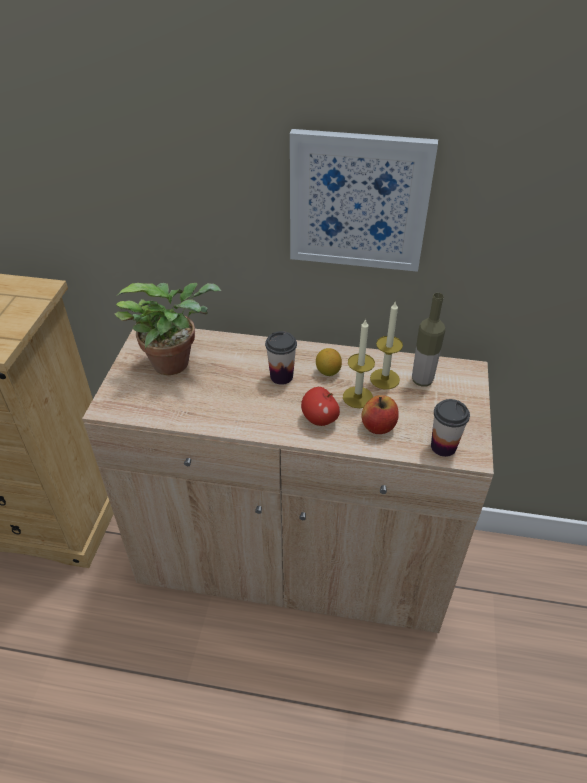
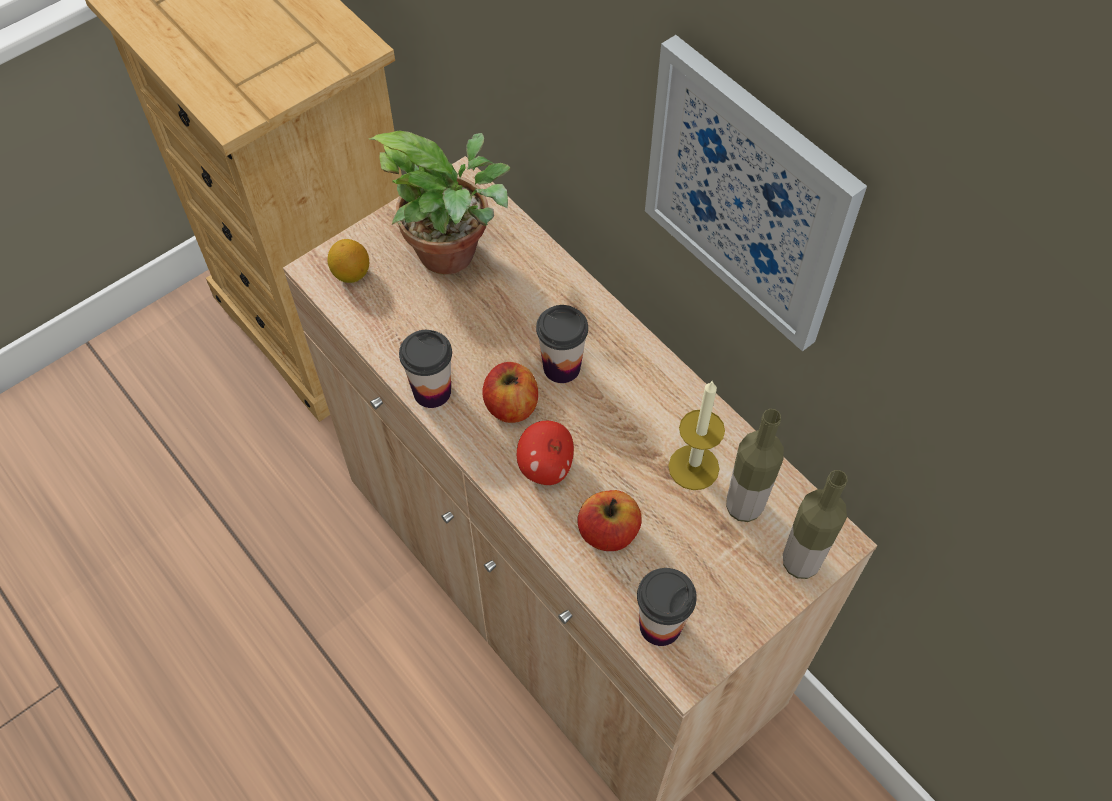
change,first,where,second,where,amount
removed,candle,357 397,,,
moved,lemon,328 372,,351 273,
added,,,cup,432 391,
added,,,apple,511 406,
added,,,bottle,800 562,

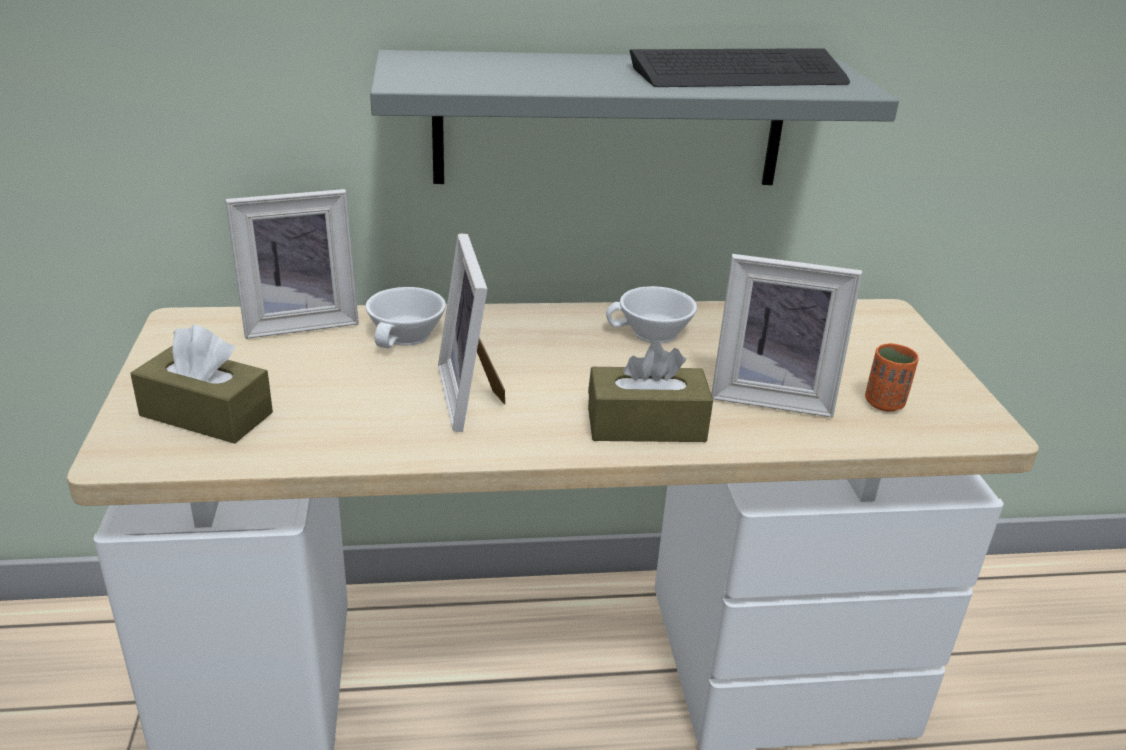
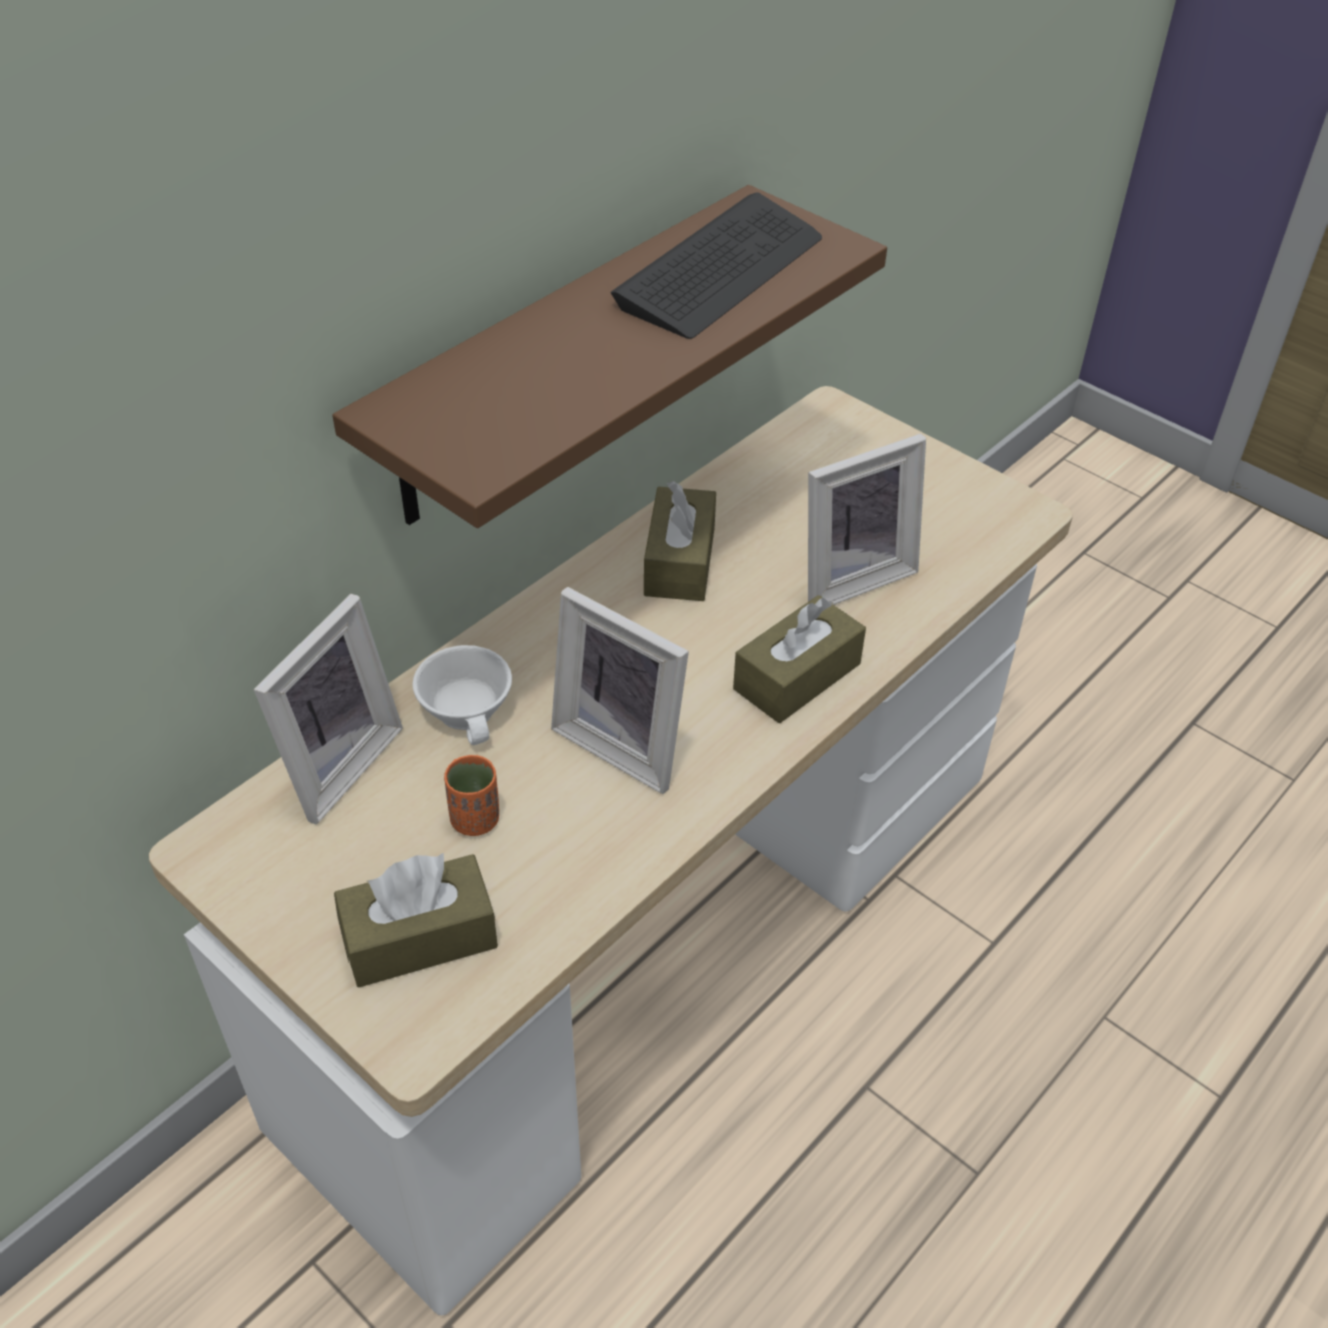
change,first,where,second,where,amount
recoloured,grey shelf,610 120,brown shelf,564 357,
replaced,white cup,652 334,brown tissue box,680 561,
moved,orange cup,884 403,,475 820,

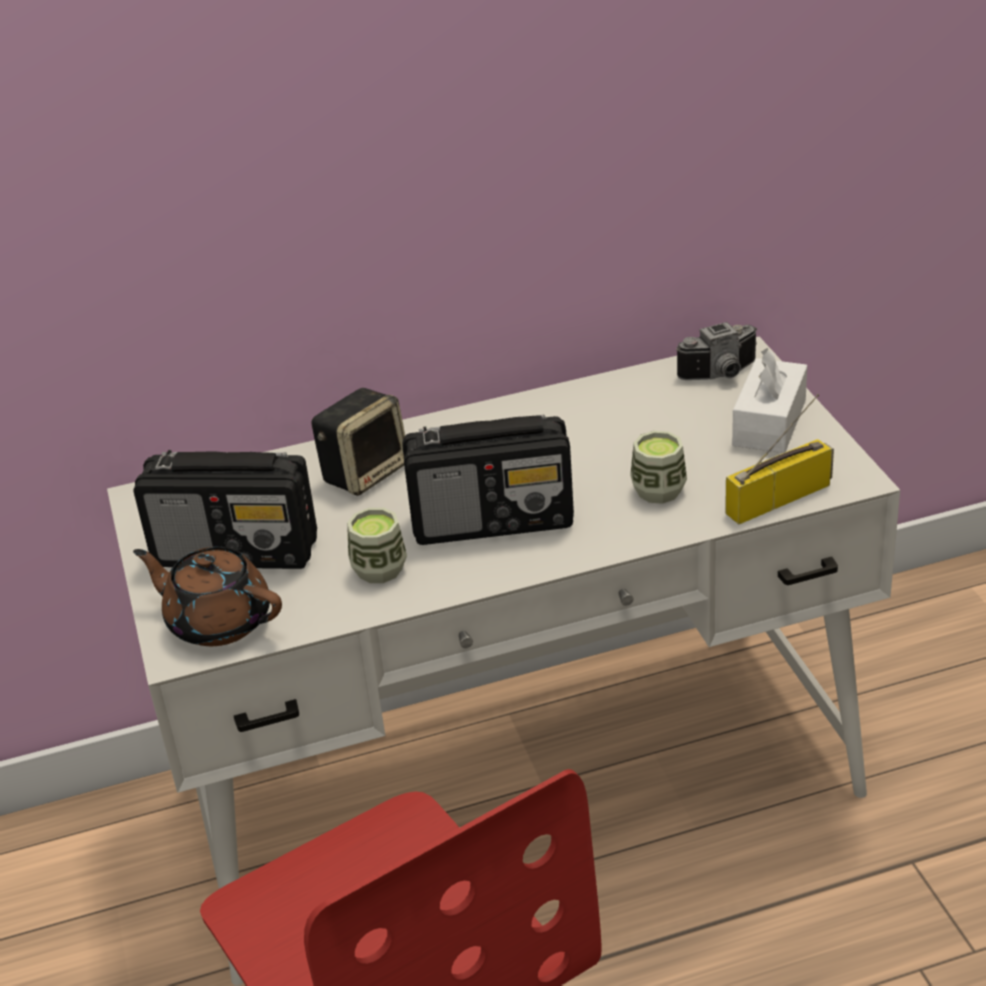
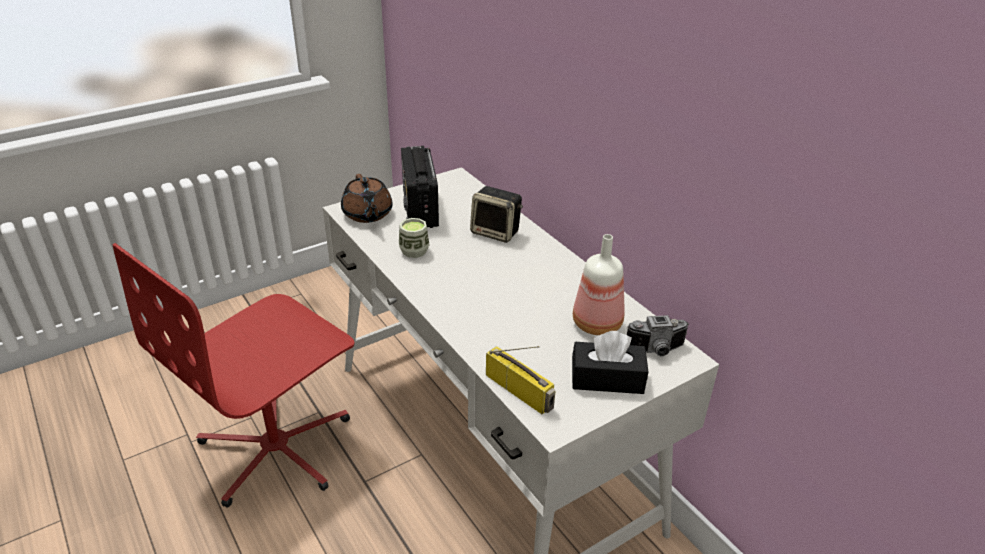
change,first,where,second,where,amount
turned,photo camera,722 375,,656 351,60 degrees counterclockwise
recoloured,white tissue box,769 423,black tissue box,607 379,
removed,radio,494 521,,,
removed,cup,658 491,,,
turned,brown teapot,218 621,,367 214,150 degrees clockwise
added,,,bottle,598 323,

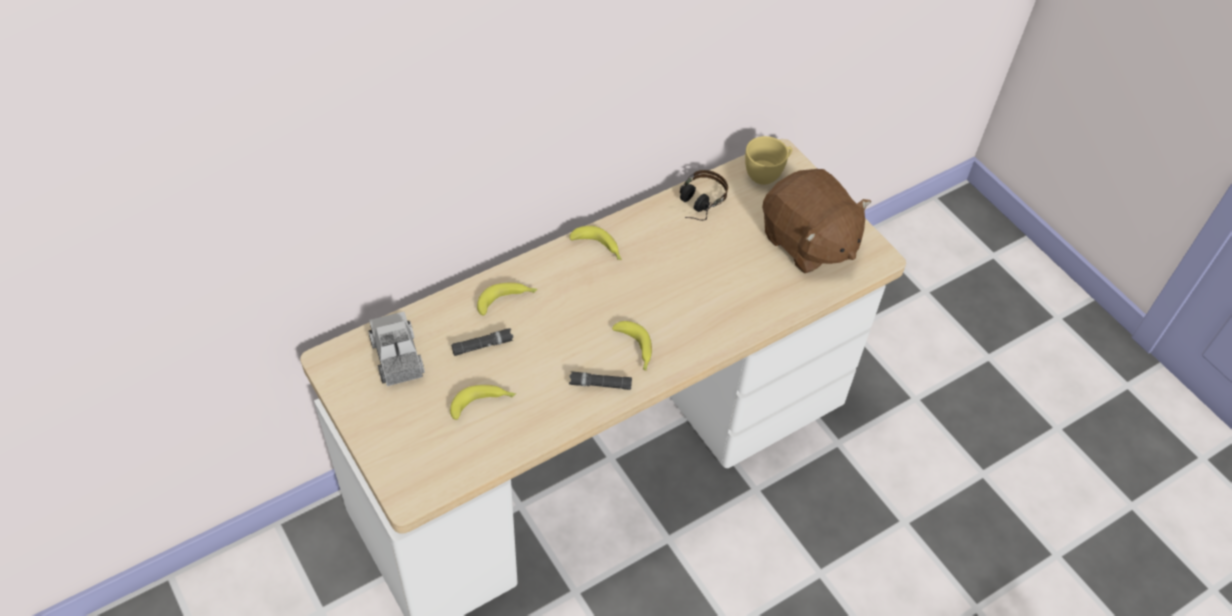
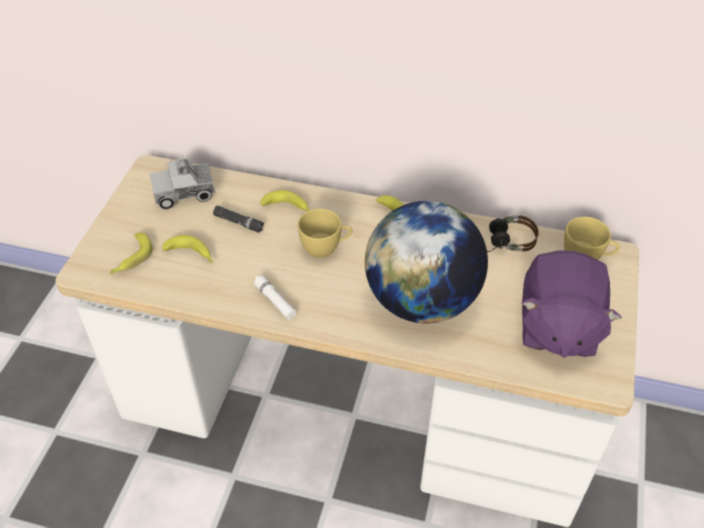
change,first,where,second,where,amount
recoloured,brown plush toy,807 242,purple plush toy,557 327,
turned,toy truck,397 358,,184 193,135 degrees counterclockwise
moved,banana,635 350,,131 259,
recoloured,black flashlight,600 384,white flashlight,275 301,
added,,,globe,421 301,
added,,,yellow cup,325 248,

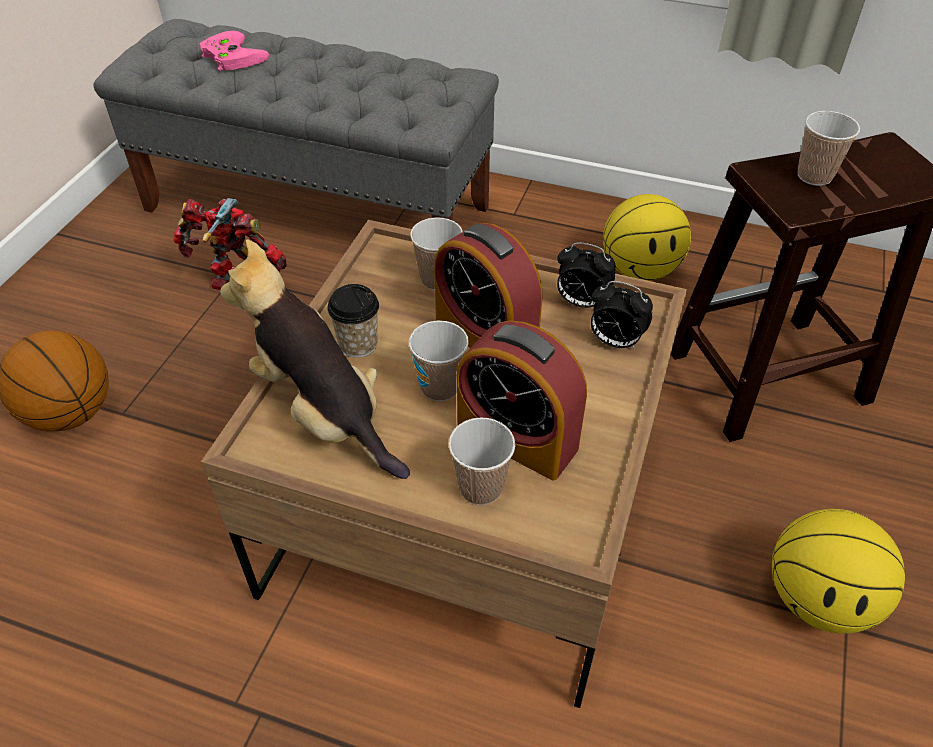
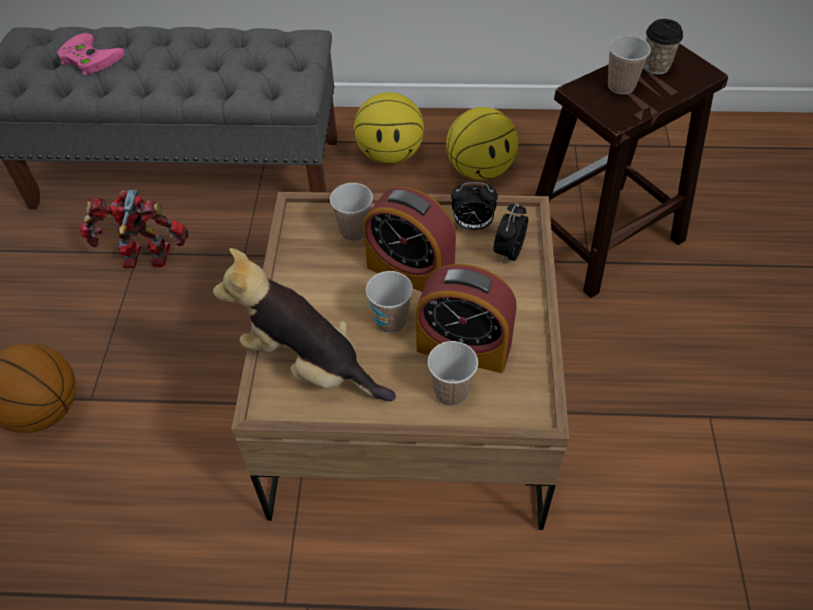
change,first,where,second,where,amount
turned,alarm clock,614 342,,508 252,105 degrees clockwise
moved,cup,358 344,,656 66,
moved,basketball,819 600,,390 155,

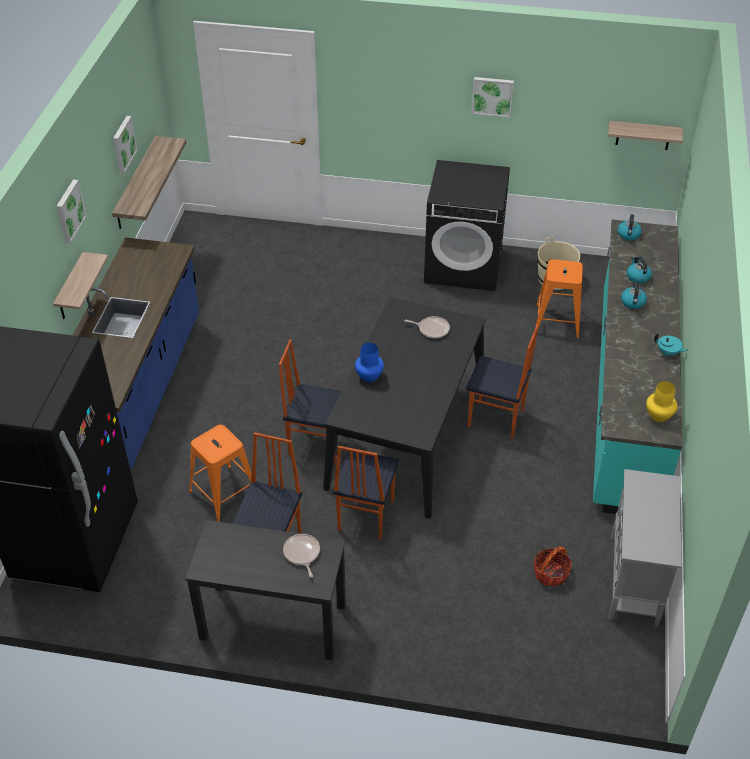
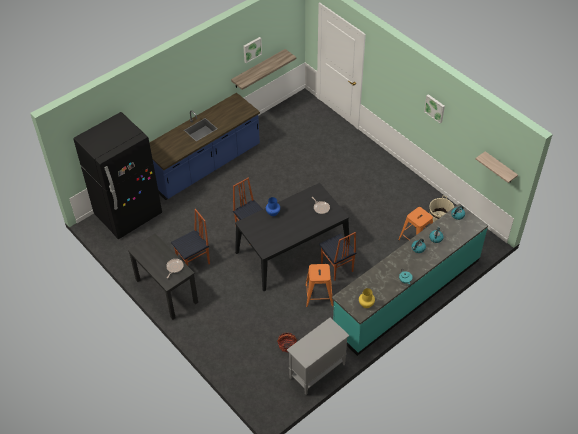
change,first,where,second,where,amount
removed,black washing machine,464 265,,,
removed,picture,69 211,,,
removed,shelf,70 288,,,
moved,orange stool,224 494,,319 295,
removed,chair,365 516,,,

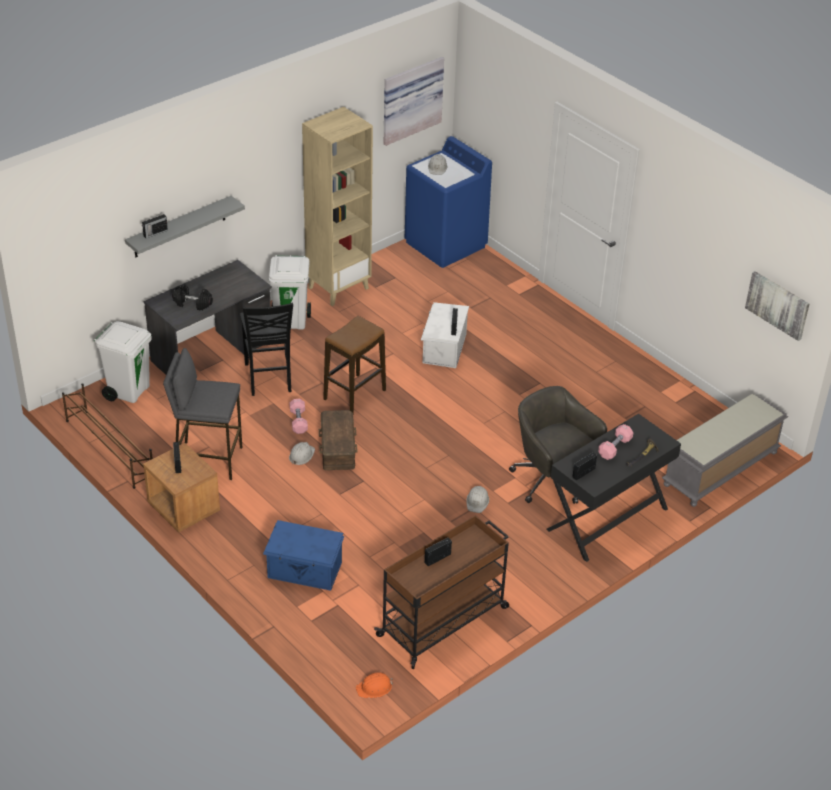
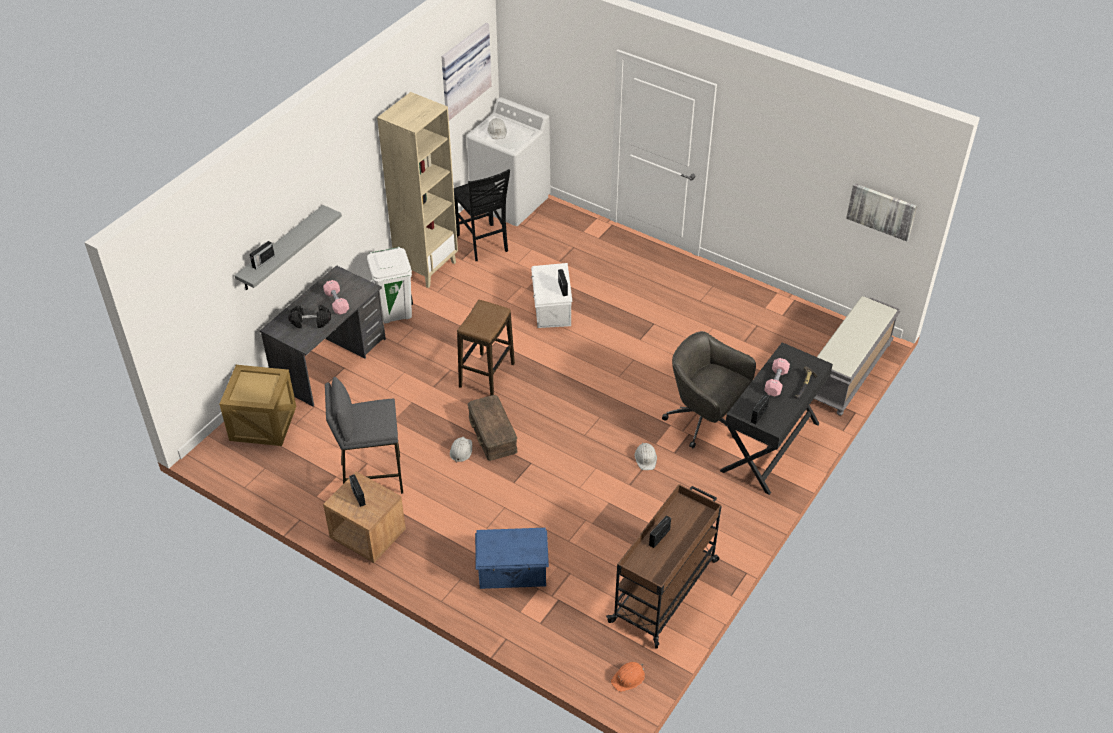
change,first,where,second,where,amount
recoloured,blue washing machine,445 245,white washing machine,510 202,
moved,black chair,268 378,,483 243,
replaced,white trash can,129 391,crate,263 422,
removed,brown shoe rack,109 448,,,
moved,pink dumbbell,298 421,,337 302,

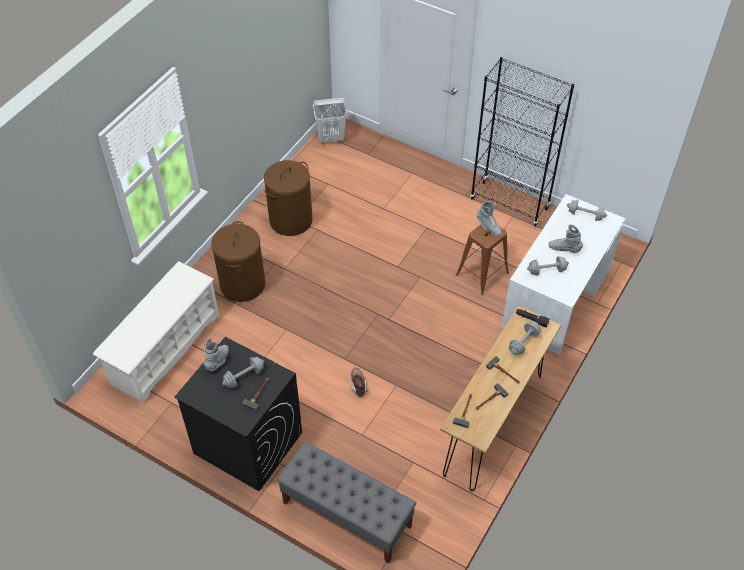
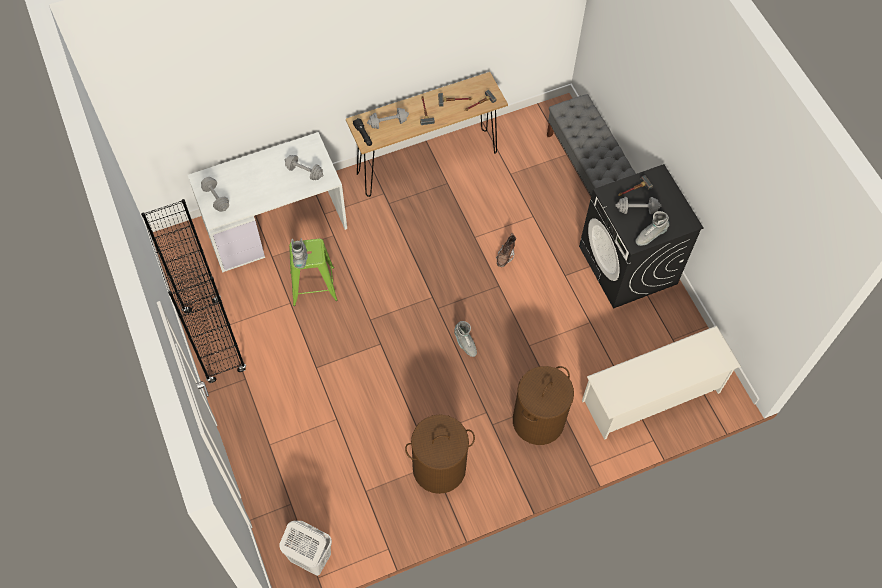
change,first,where,second,where,amount
moved,grey boot,564 249,,465 343,
recoloured,brown stool,481 274,green stool,314 286,

